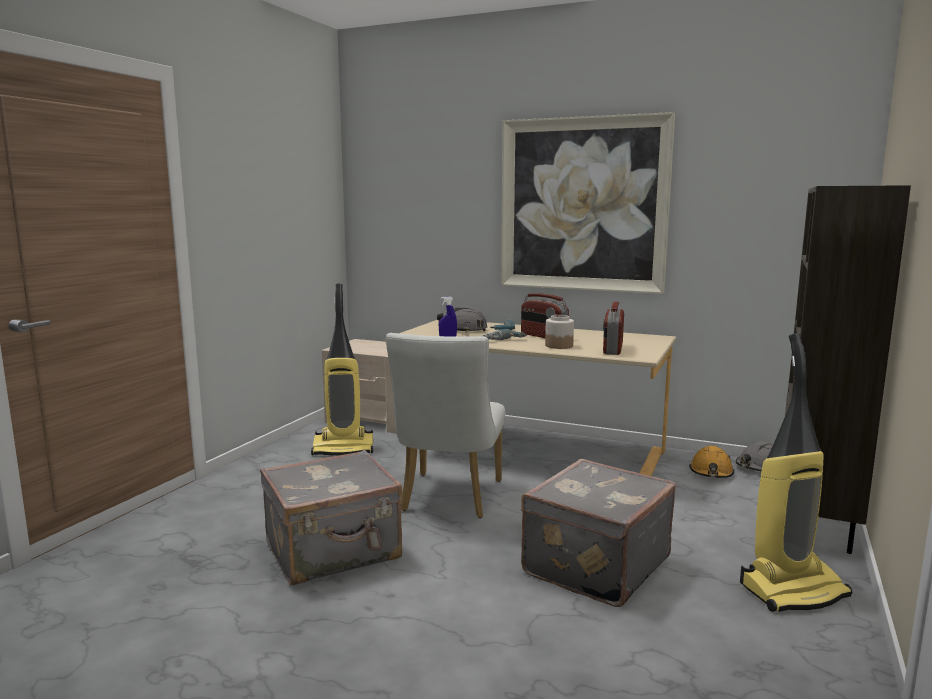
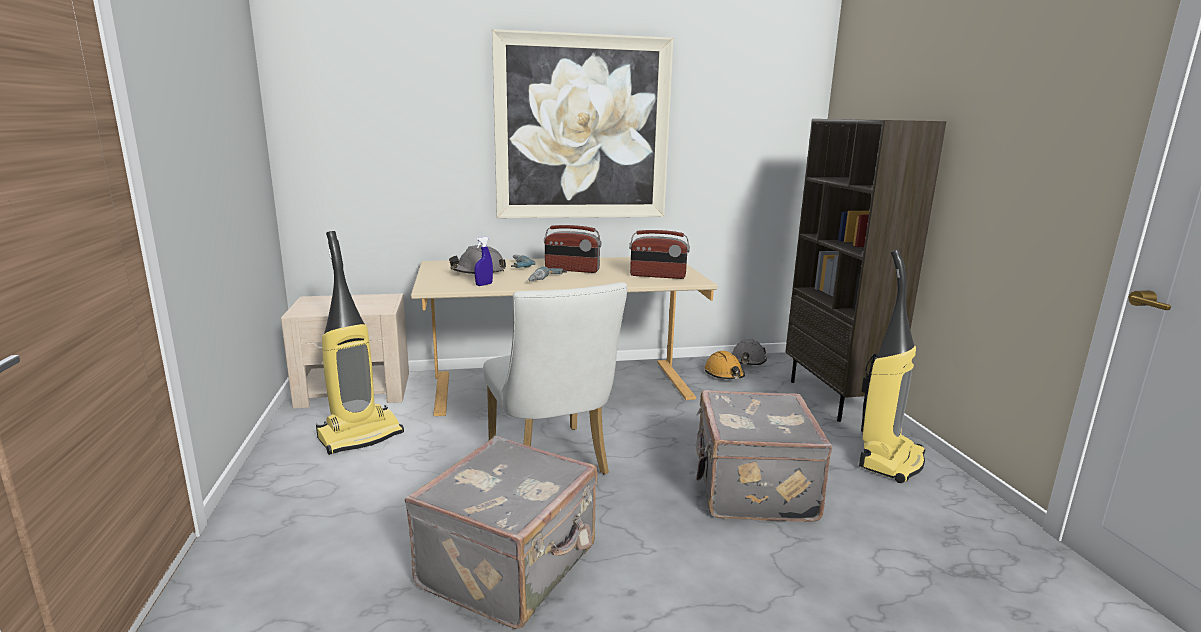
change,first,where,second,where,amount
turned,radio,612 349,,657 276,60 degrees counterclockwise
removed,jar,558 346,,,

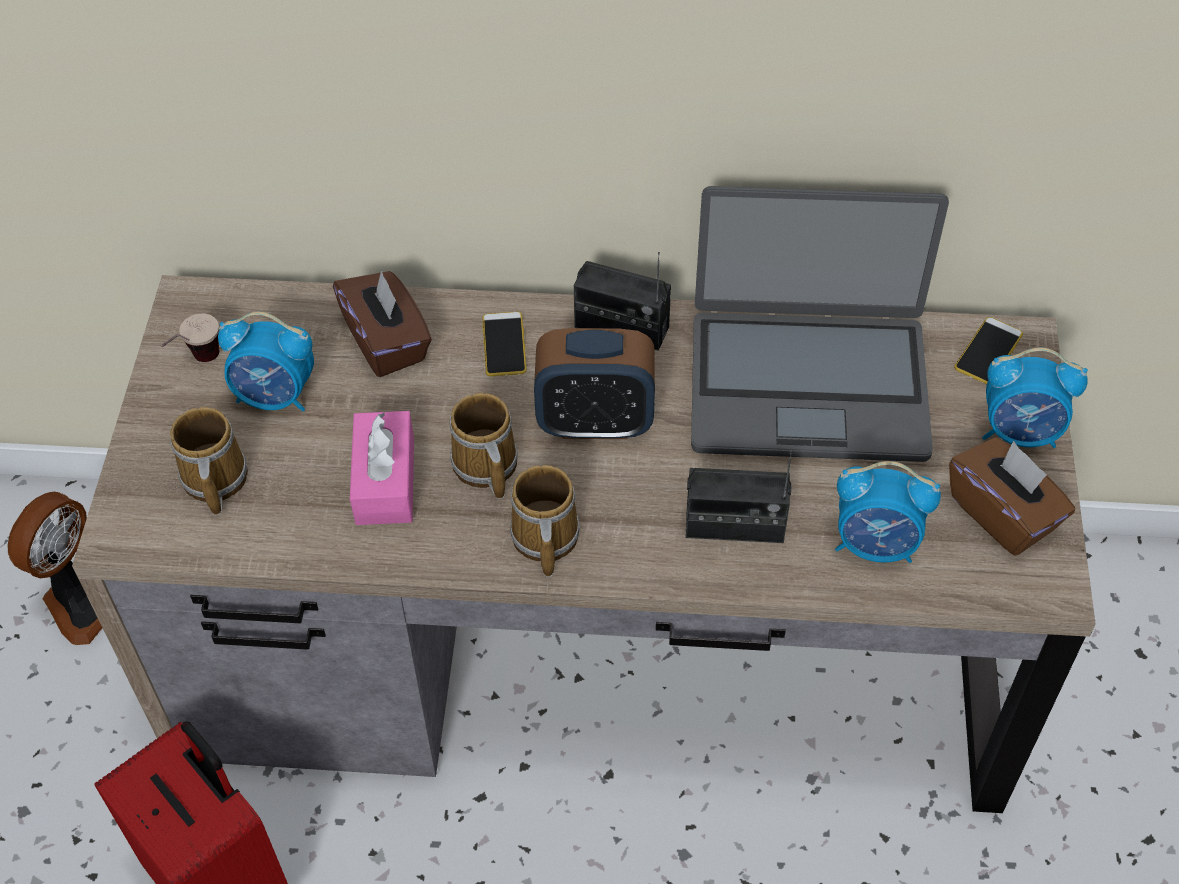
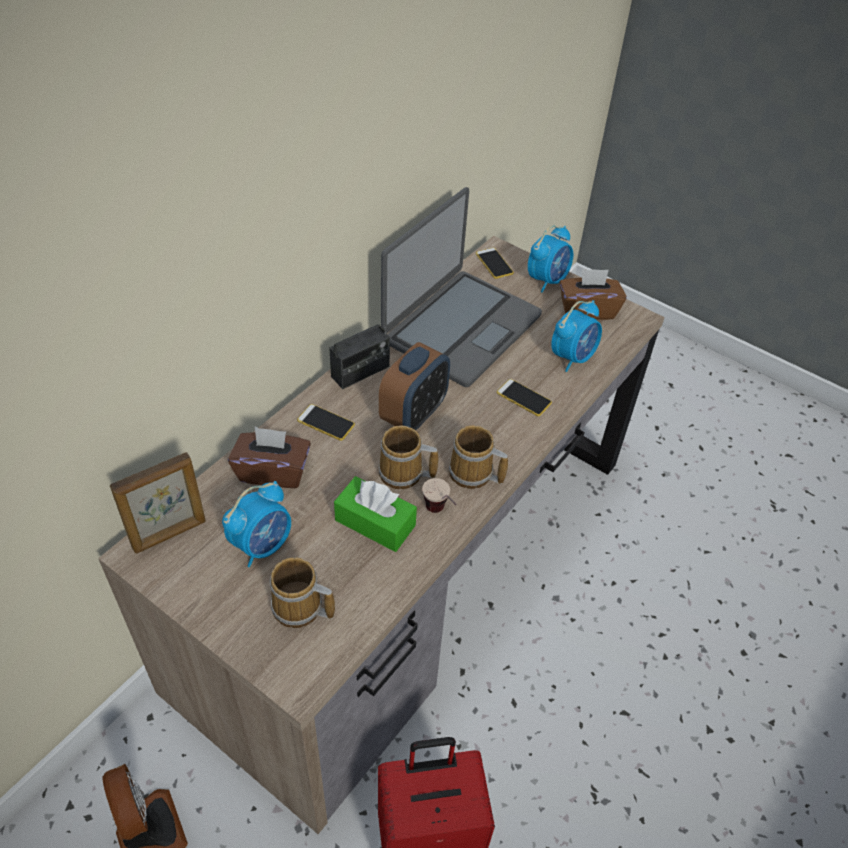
change,first,where,second,where,amount
moved,cup,197 363,,440 514,
recoloured,pink tissue box,385 481,green tissue box,375 522,
replaced,radio,734 526,phone,523 398,
added,,,picture frame,170 534,

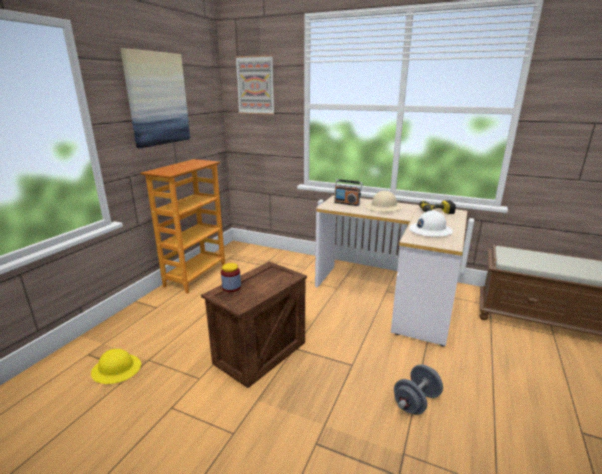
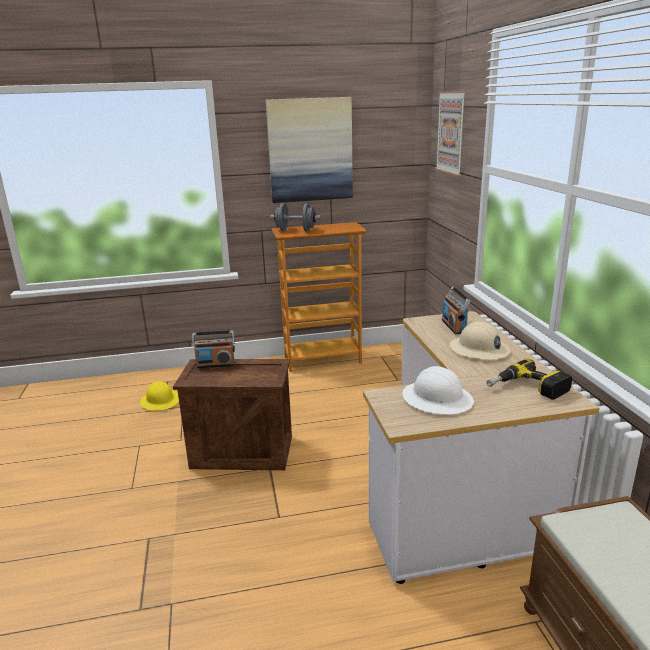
change,first,where,second,where,amount
replaced,jar,231 287,radio,215 364,
moved,grey dumbbell,416 401,,295 231,

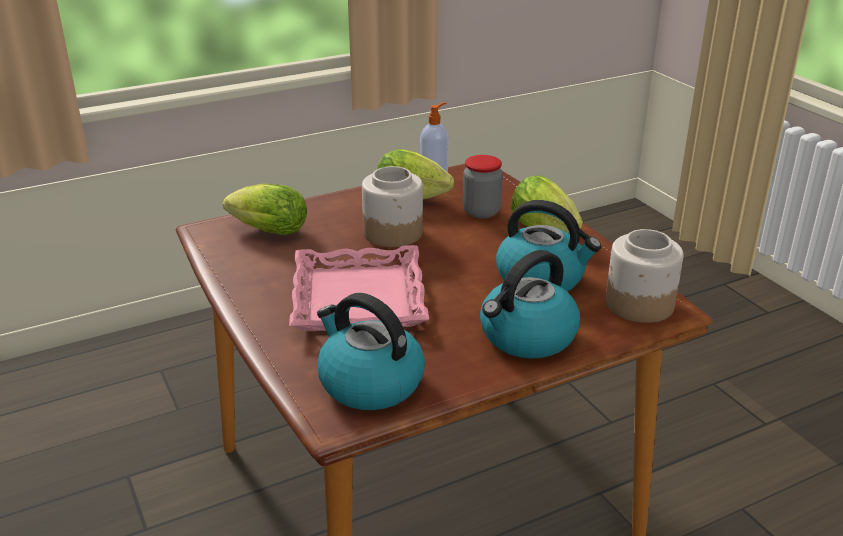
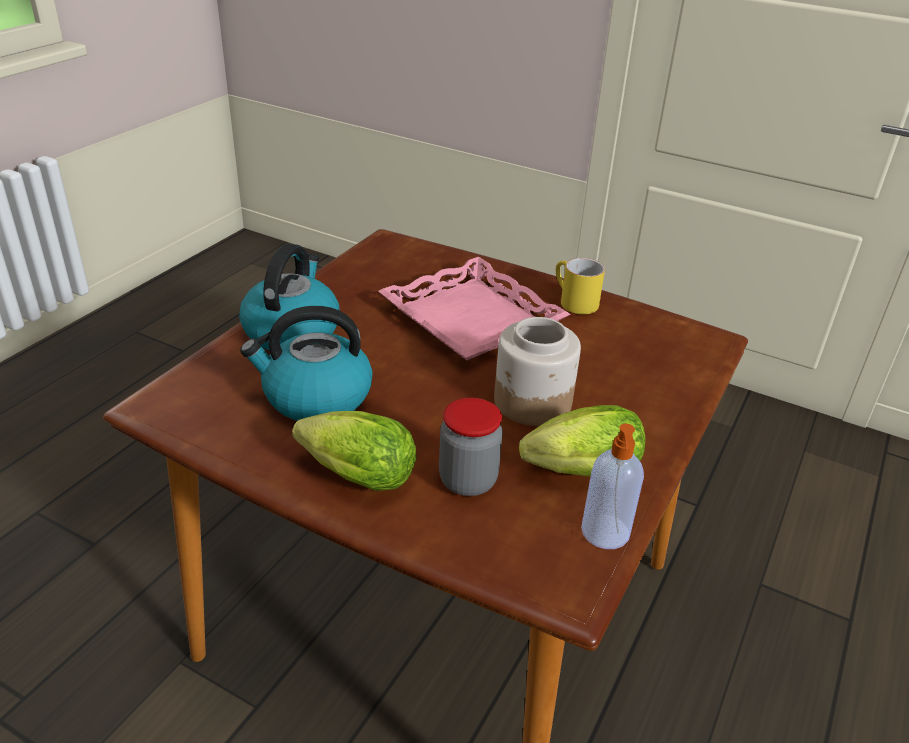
change,first,where,second,where,amount
removed,lettuce,265 231,,,
removed,jar,639 305,,,
removed,kettle,369 383,,,
added,,,yellow mug,572 302,

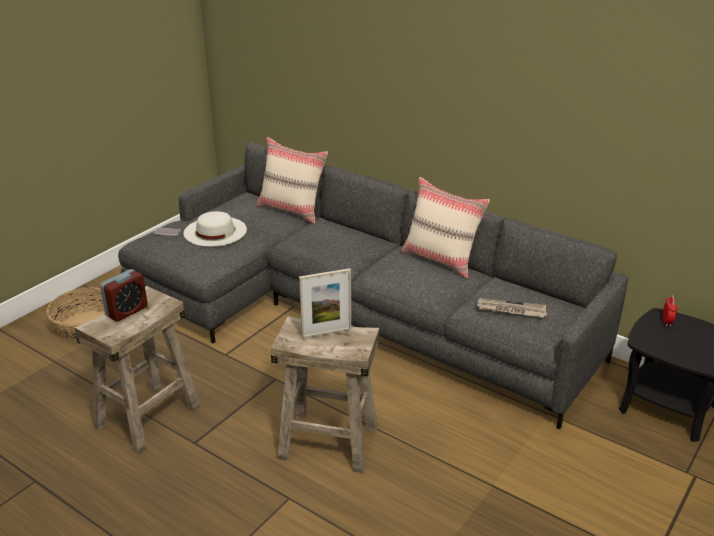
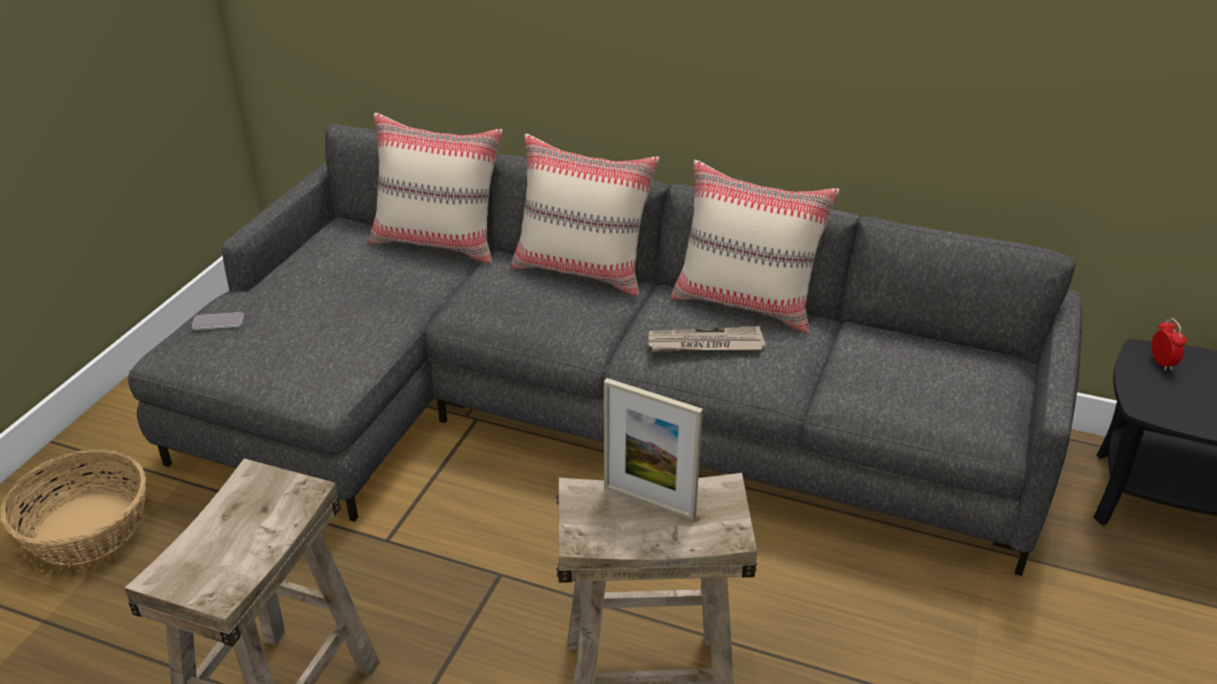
change,first,where,second,where,amount
removed,white hat,215 231,,,
turned,picture frame,326 333,,649 502,60 degrees clockwise
removed,alarm clock,127 311,,,
moved,newspaper,511 310,,705 344,
added,,,beige pillow,582 271,

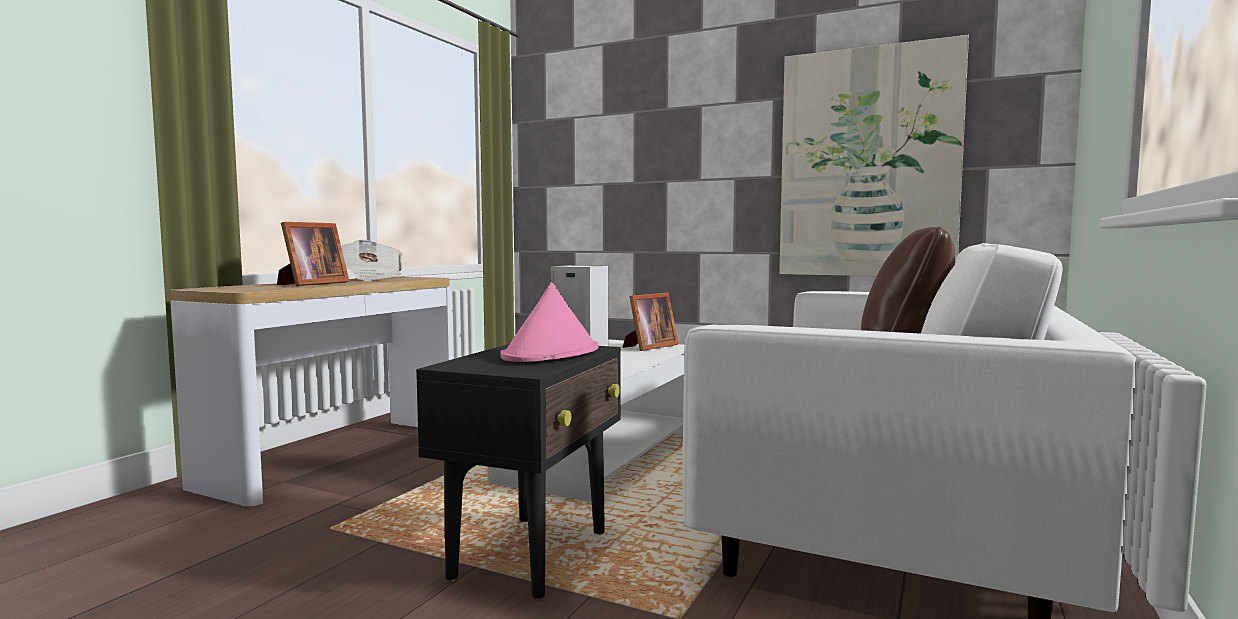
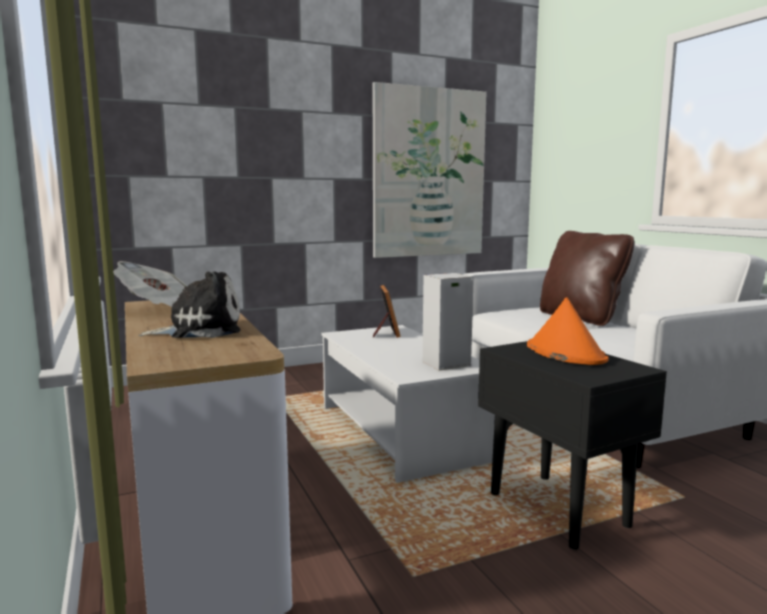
change,first,where,second,where,amount
replaced,picture frame,311 284,plush toy,200 330,
recoloured,pink hat,552 354,orange hat,564 353,

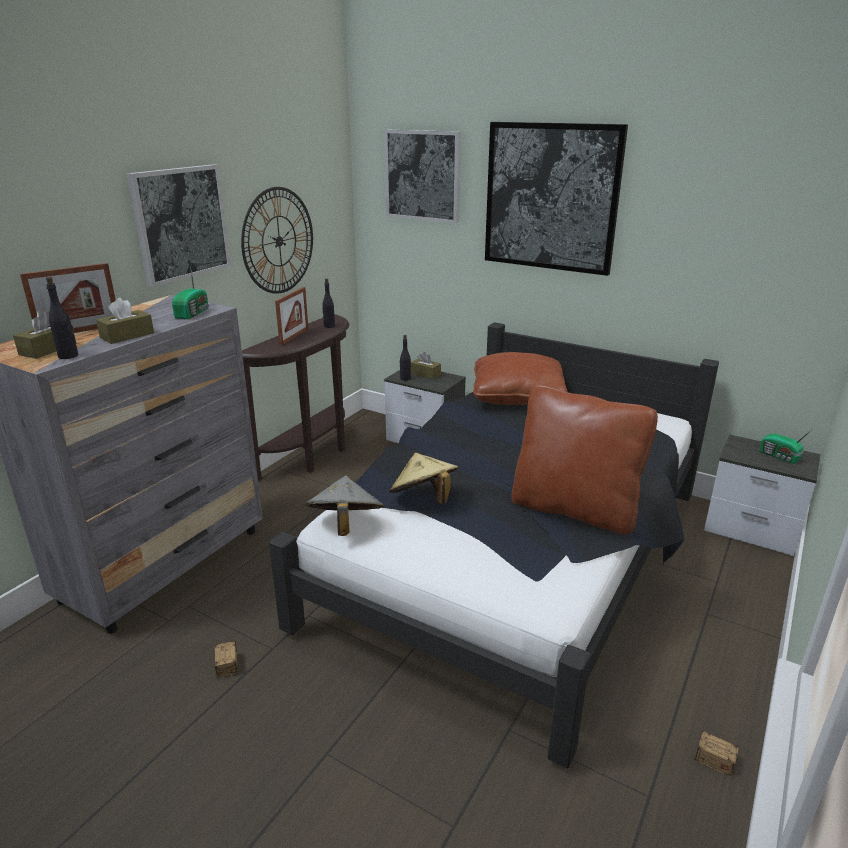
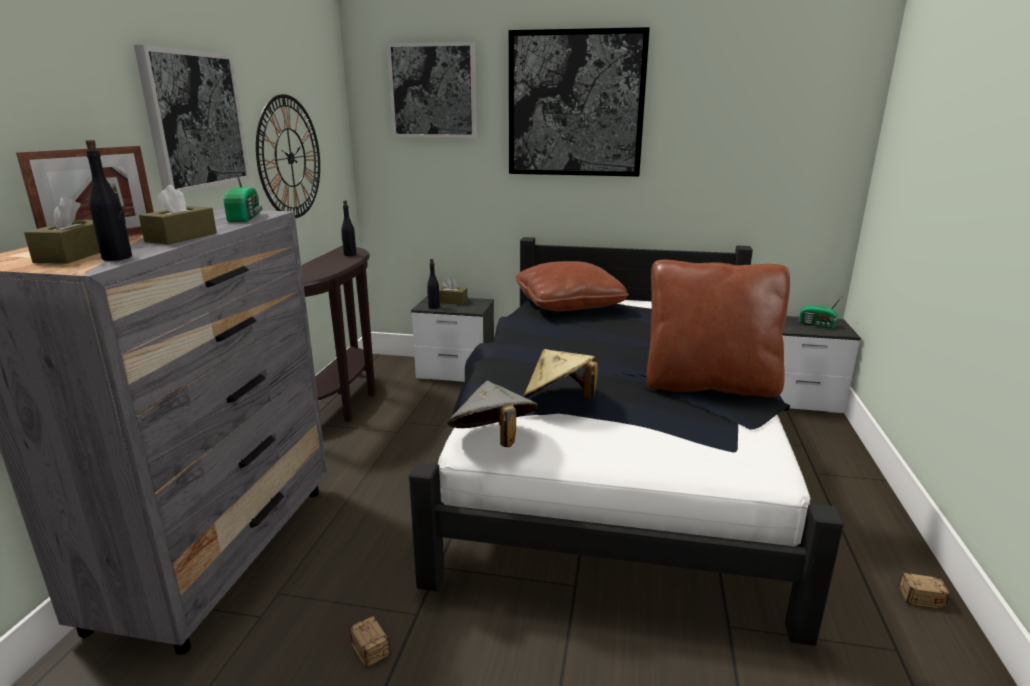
change,first,where,second,where,amount
removed,picture frame,294 336,,,

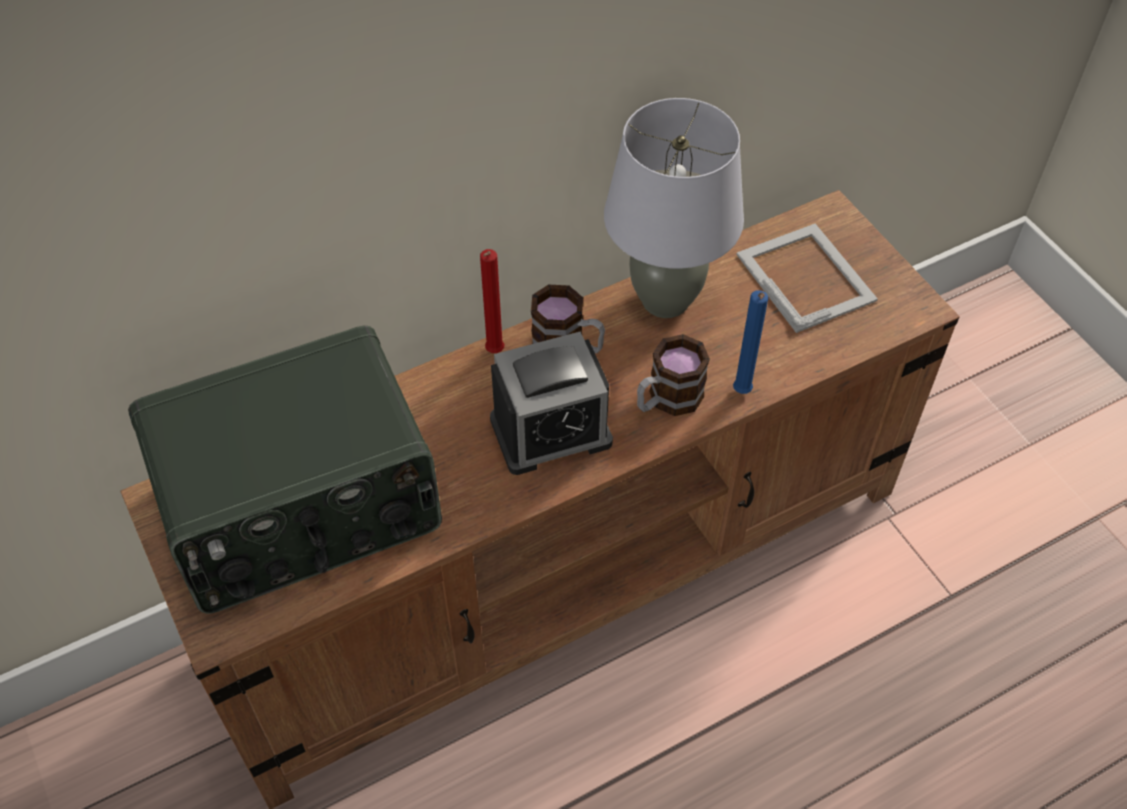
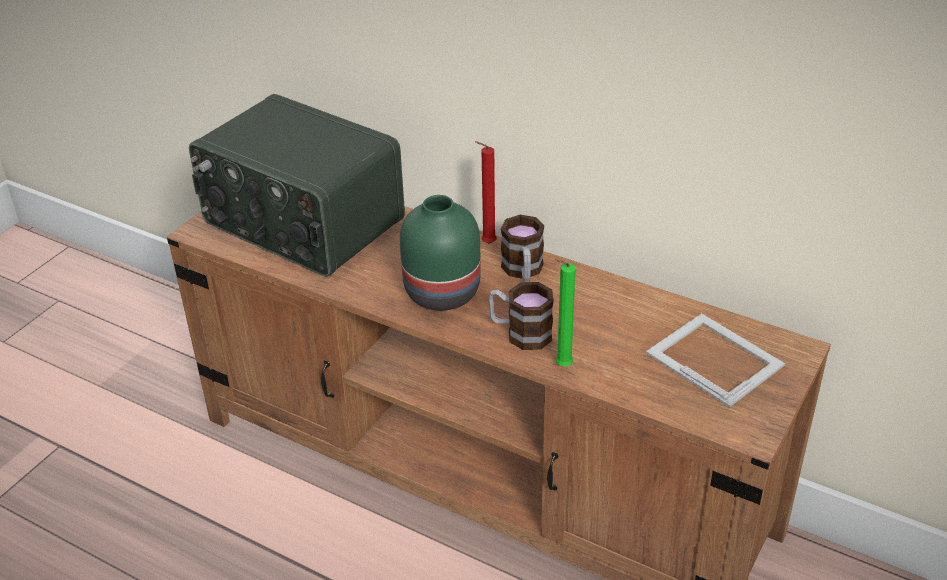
change,first,where,second,where,amount
removed,grey table lamp,665 300,,,
turned,picture frame,805 276,,714 358,75 degrees counterclockwise
recoloured,blue candle,741 393,green candle,561 366,
replaced,alarm clock,551 431,green vase,444 292,

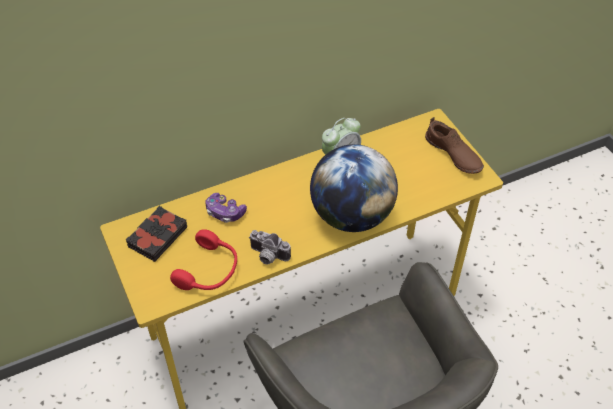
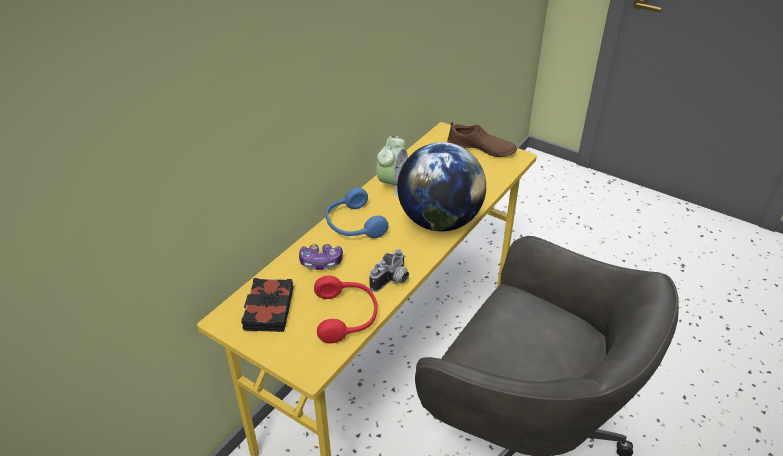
change,first,where,second,where,amount
turned,photo camera,267 256,,392 281,45 degrees counterclockwise
added,,,blue headphones,353 225,

